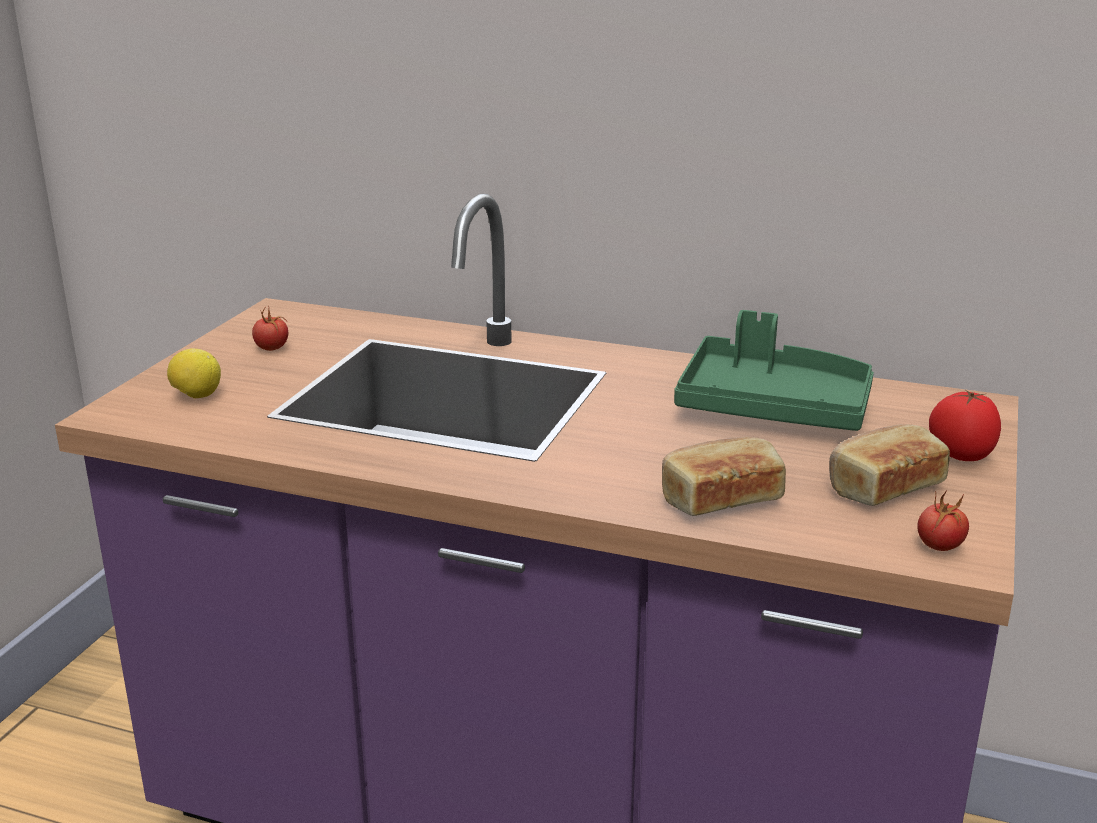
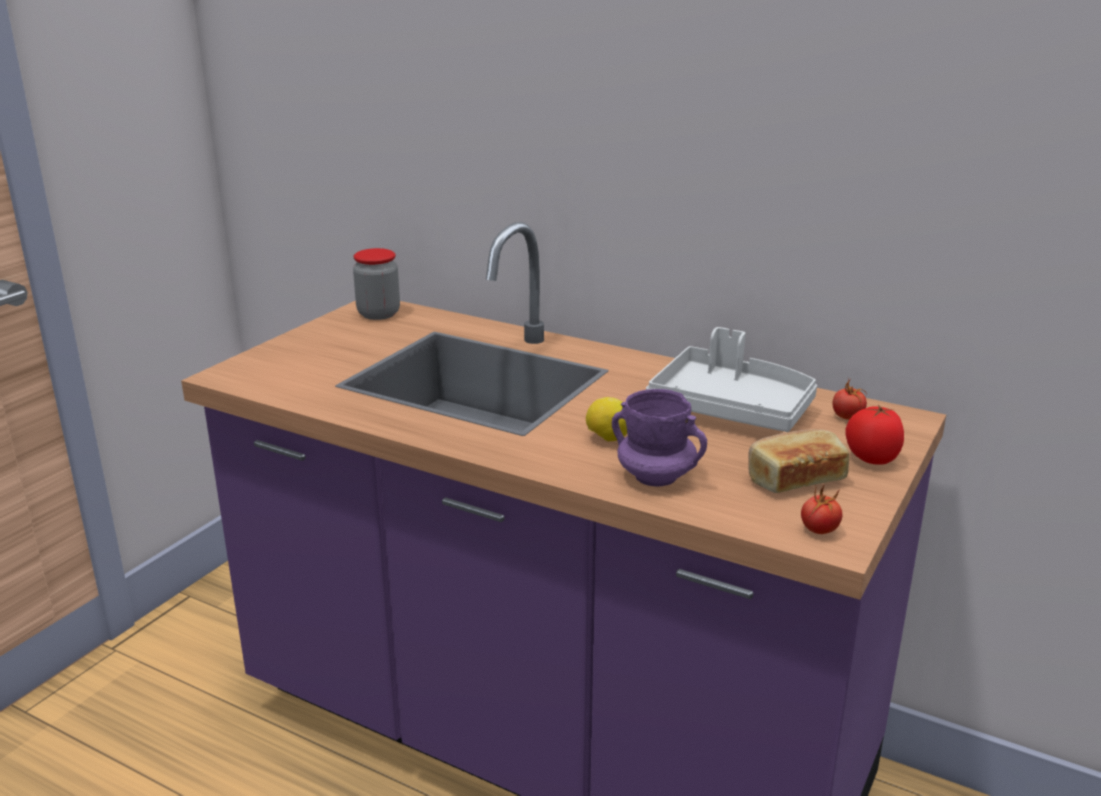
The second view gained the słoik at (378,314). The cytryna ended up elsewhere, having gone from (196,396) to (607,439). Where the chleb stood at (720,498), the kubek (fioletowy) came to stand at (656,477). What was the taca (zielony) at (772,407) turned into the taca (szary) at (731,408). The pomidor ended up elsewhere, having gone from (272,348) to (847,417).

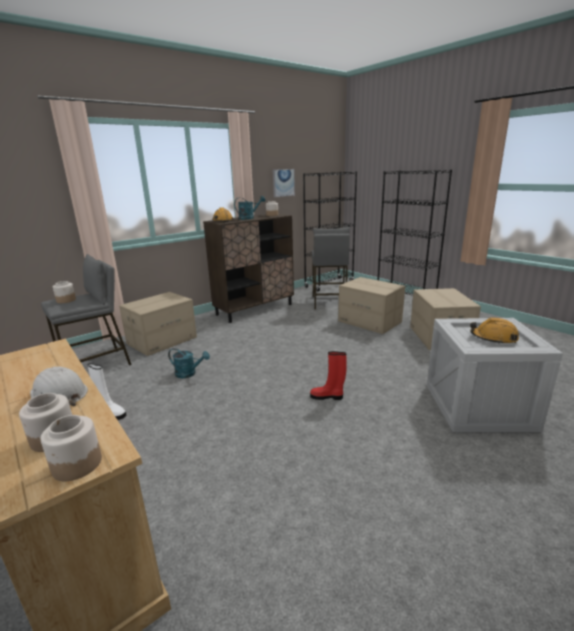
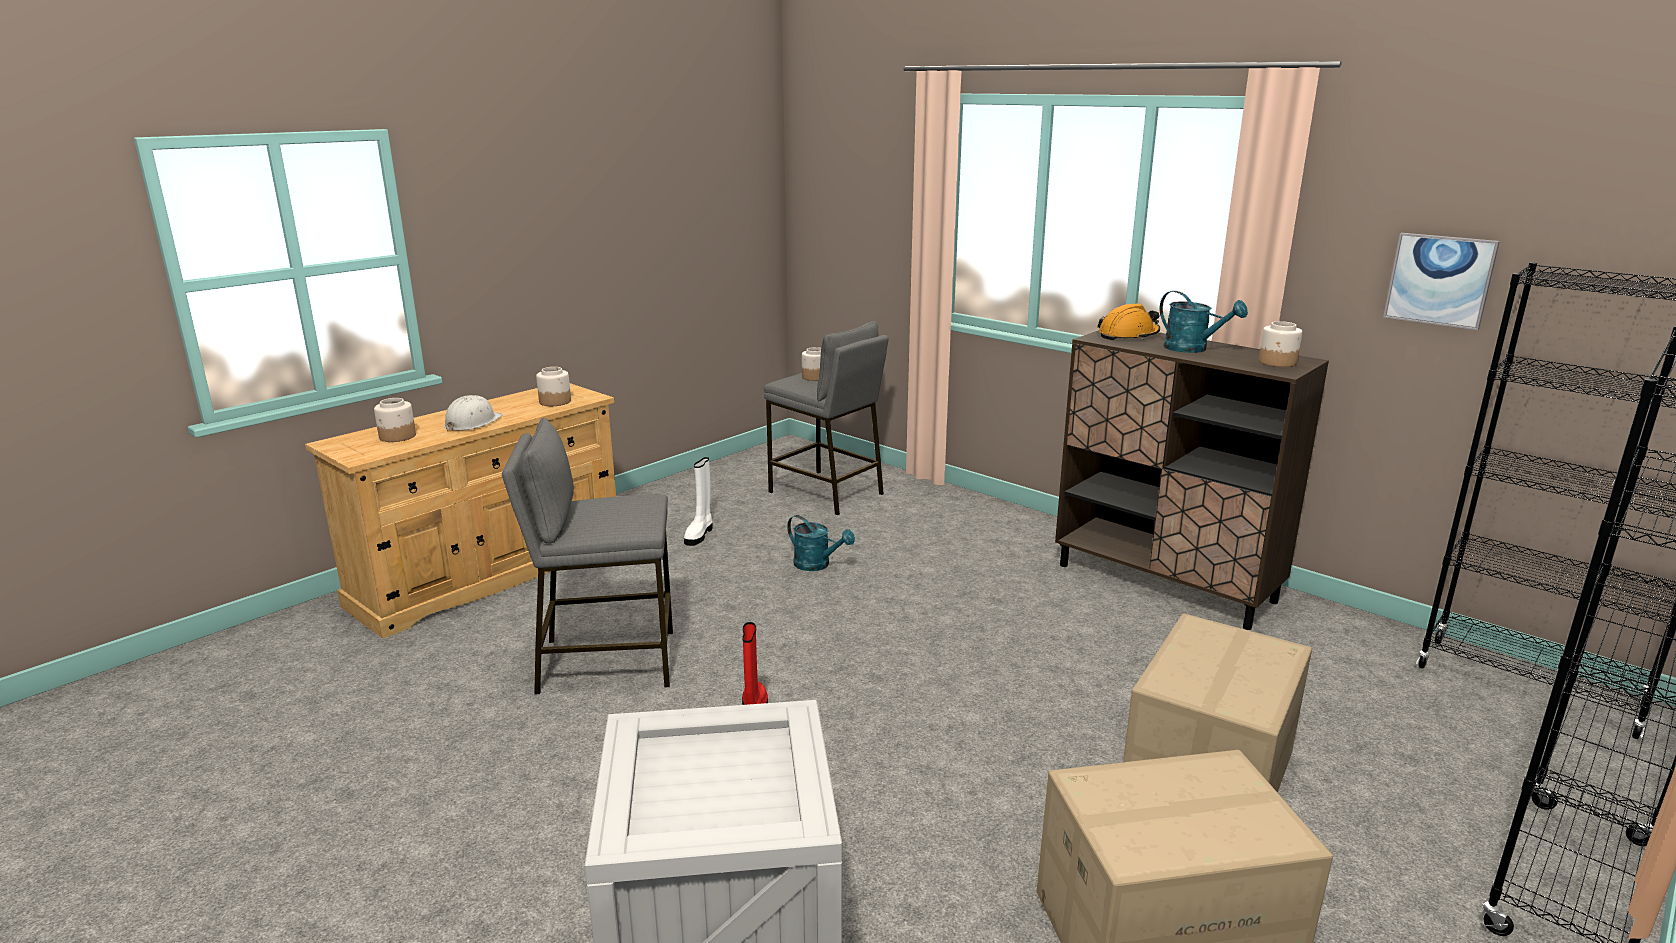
The stołek (szary) ended up elsewhere, having gone from (329,302) to (606,661). The słoik ended up elsewhere, having gone from (76,464) to (555,401). The konewka (turkusowy) at (189,373) ended up facing another way, 60 degrees counterclockwise from before. The second view lost the karton at (162,340). The second view lost the kask (pomarańczowy) at (493,338).

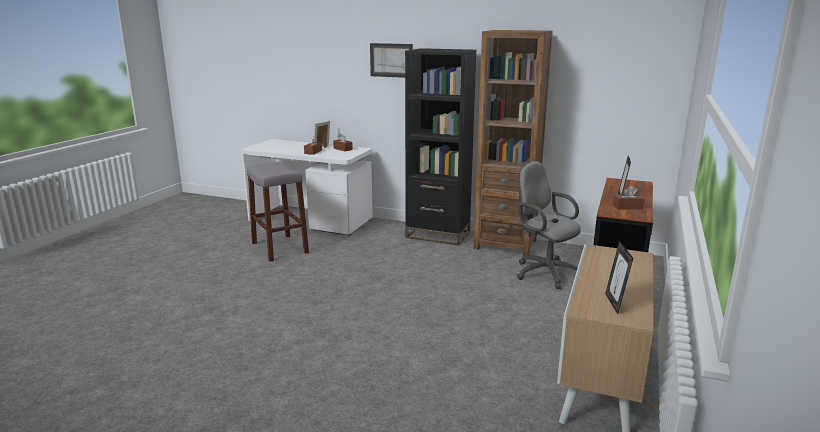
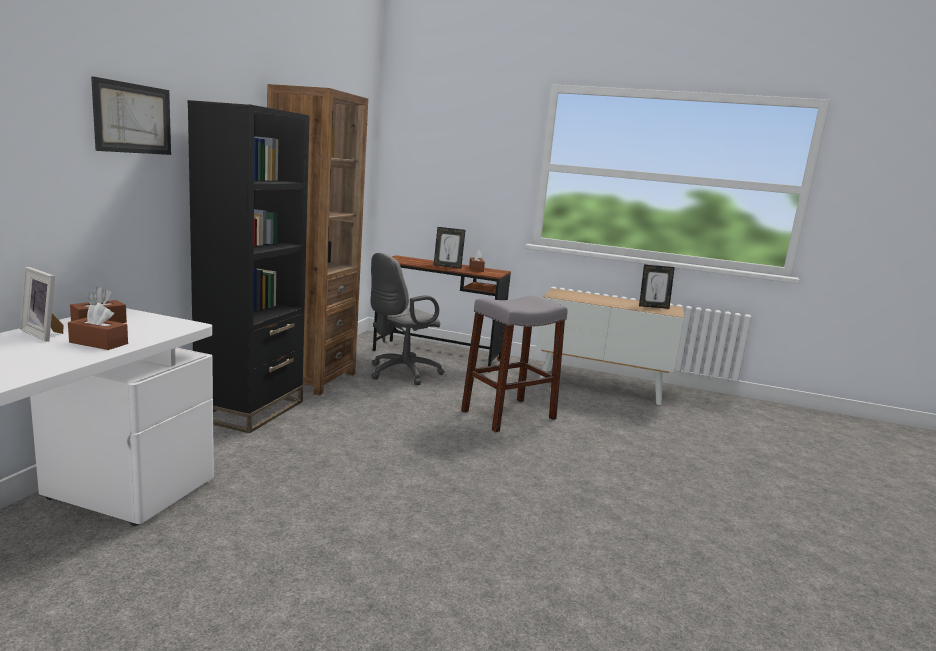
The stołek (szary) ended up elsewhere, having gone from (279,248) to (508,415).

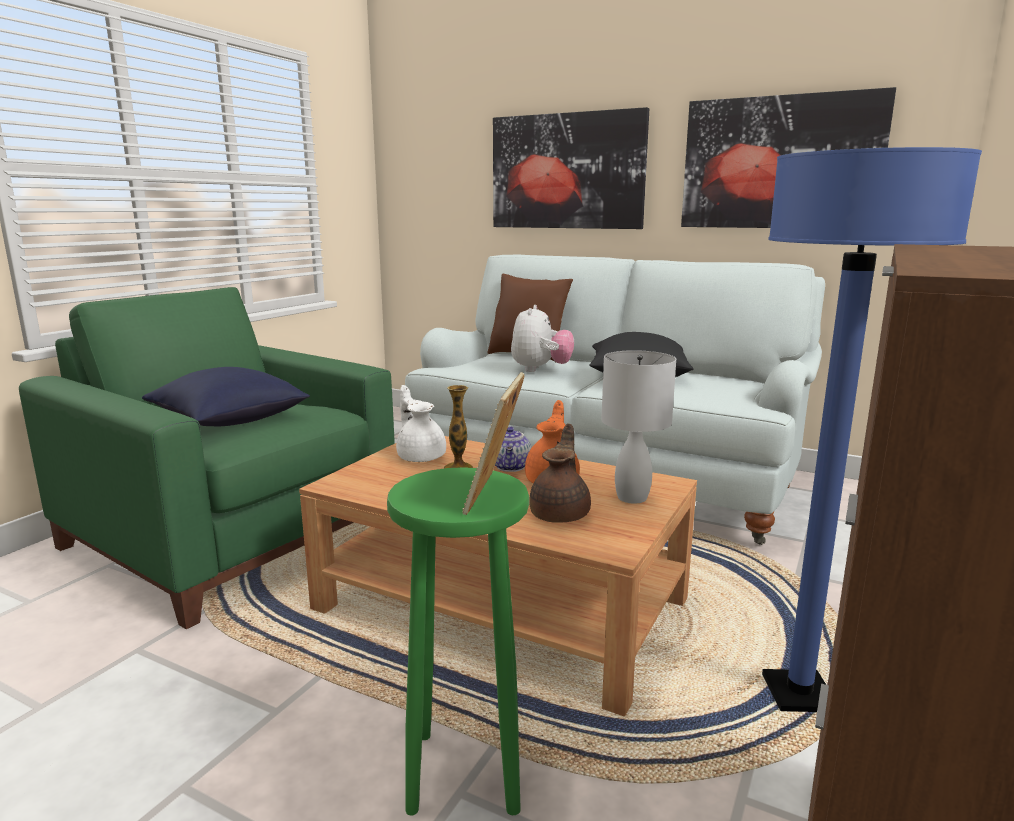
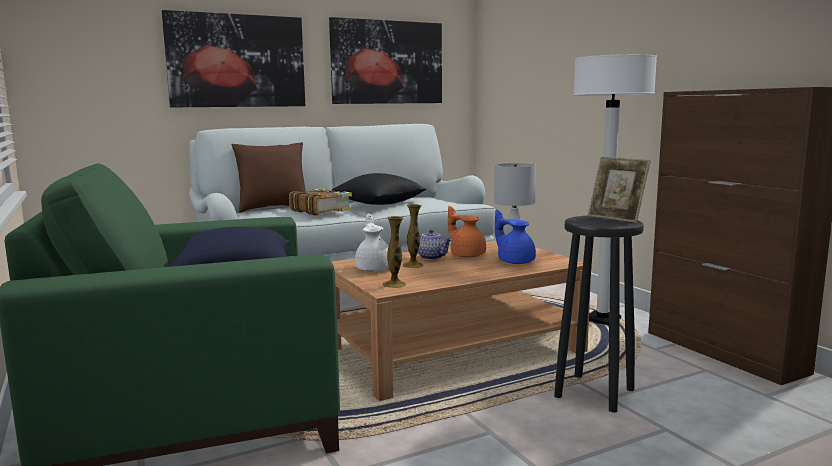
Where the pluszak stood at (540,369), the książka came to stand at (320,210). The imbryk (biały) at (421,456) ended up facing another way, 75 degrees clockwise from before. The second view gained the wazon at (394,284). What was the imbryk (brązowy) at (561,514) turned into the imbryk (niebieski) at (515,261). What was the stołek (zielony) at (465,772) turned into the stołek (czarny) at (595,393). What was the lampa stojąca (niebieski) at (799,694) turned into the lampa stojąca (biały) at (602,320).

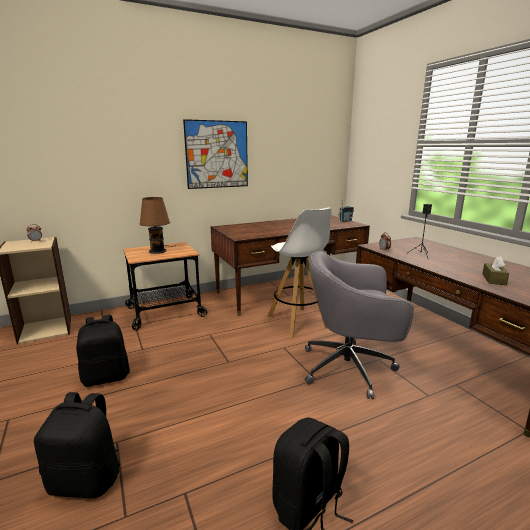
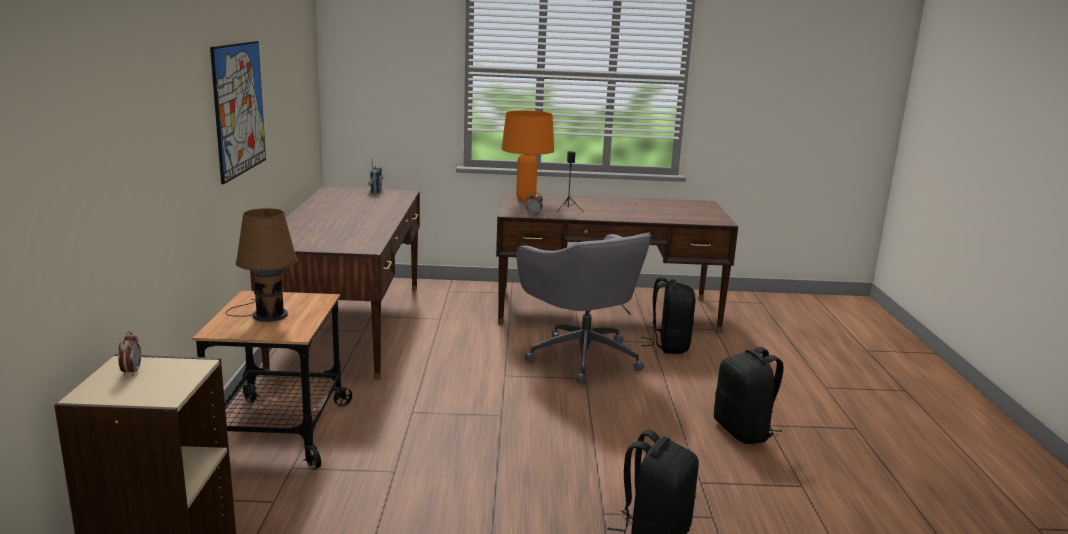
The second view gained the lampa stołowa (pomarańczowy) at (526,199). The krzesło biurowe (szary) at (350,368) ended up facing another way, 60 degrees counterclockwise from before. The plecak (czarny) ended up elsewhere, having gone from (106,377) to (668,345). The second view lost the stołek (biały) at (298,322). The second view lost the pudełko chusteczek (brązowy) at (493,279).

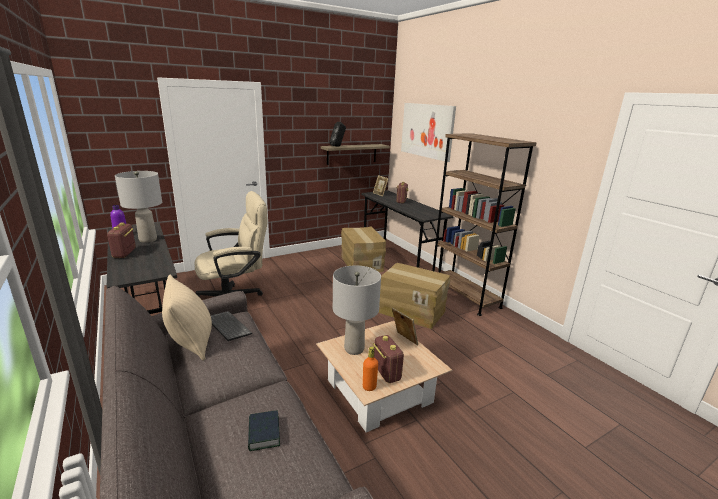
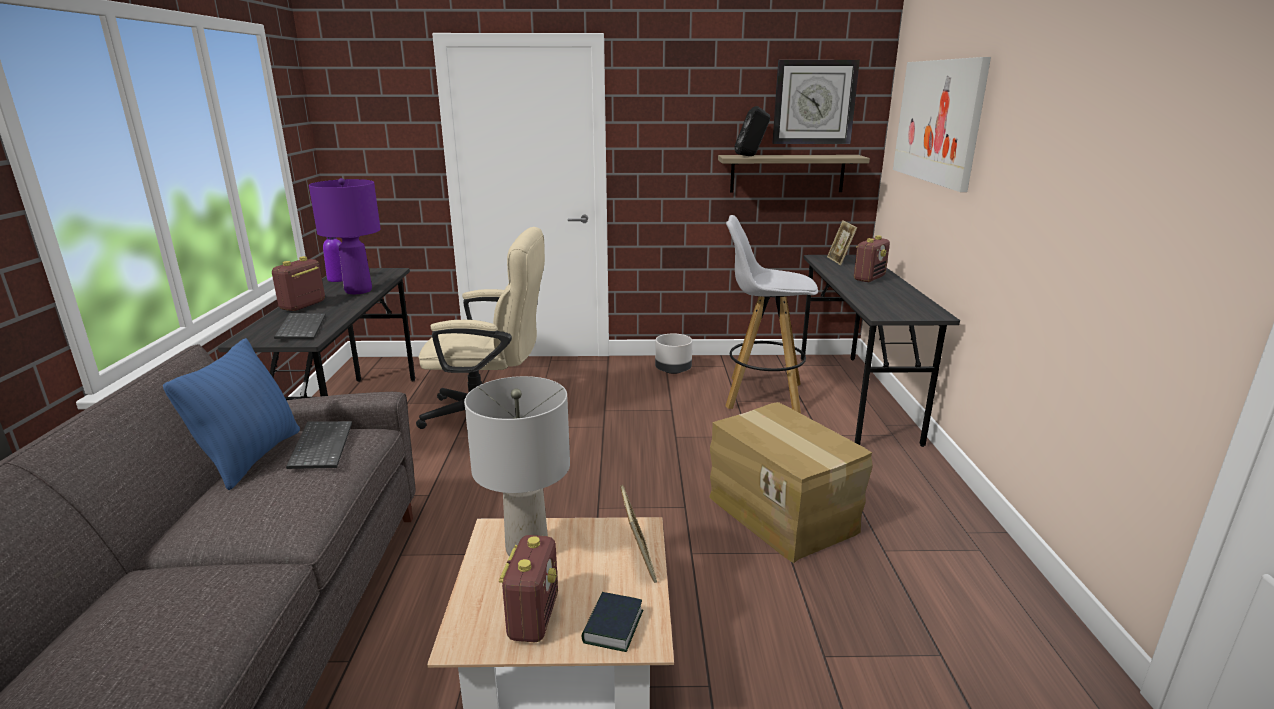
What was the poduszka (beżowy) at (191,342) turned into the poduszka (niebieski) at (251,458). The second view gained the klawiatura at (300,328). What was the lampa stołowa (szary) at (148,239) turned into the lampa stołowa (fioletowy) at (359,290). The książka ended up elsewhere, having gone from (264,433) to (613,627). The second view gained the donica (szary) at (673,370). Where the karton stood at (361,263), the stołek (biały) came to stand at (761,396). The second view gained the zegar ścienny at (814,102). The second view lost the butelka (pomarańczowy) at (369,387). The second view lost the regał (brązowy) at (464,295).

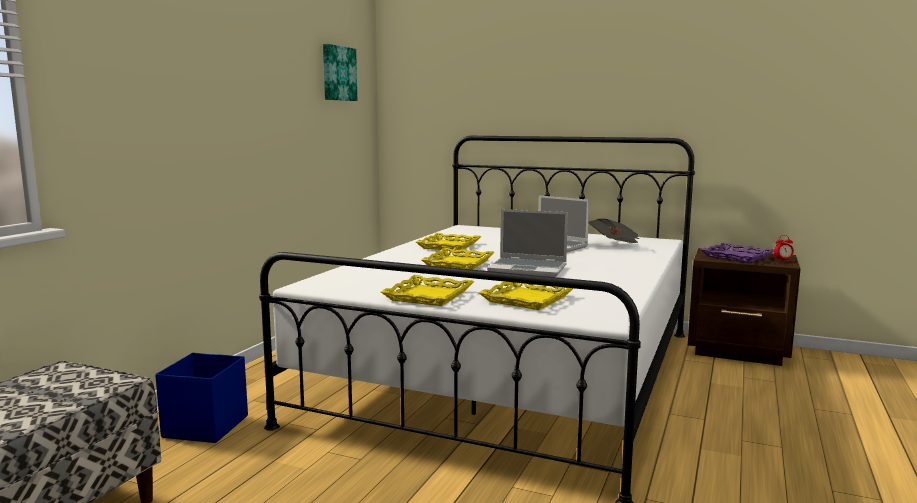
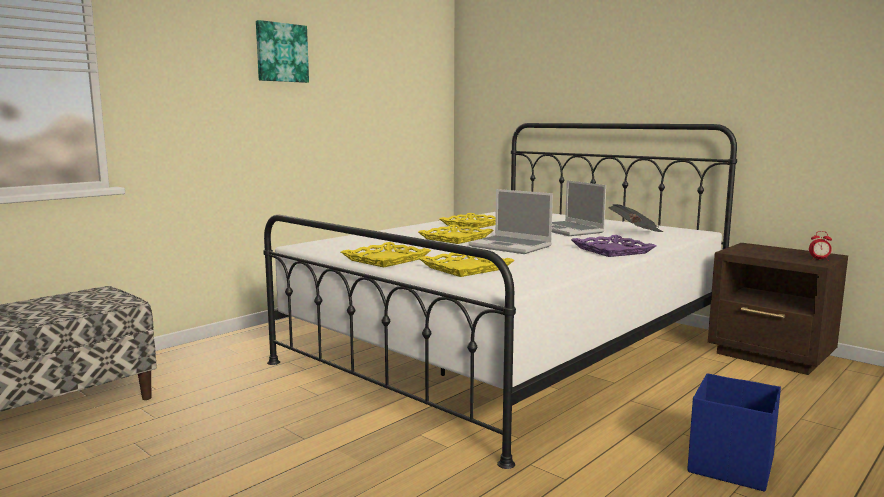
The obraz ended up elsewhere, having gone from (338,73) to (281,52). The taca (fioletowy) ended up elsewhere, having gone from (737,257) to (612,250). The pojemnik do przechowywania (niebieski) ended up elsewhere, having gone from (204,427) to (730,465).

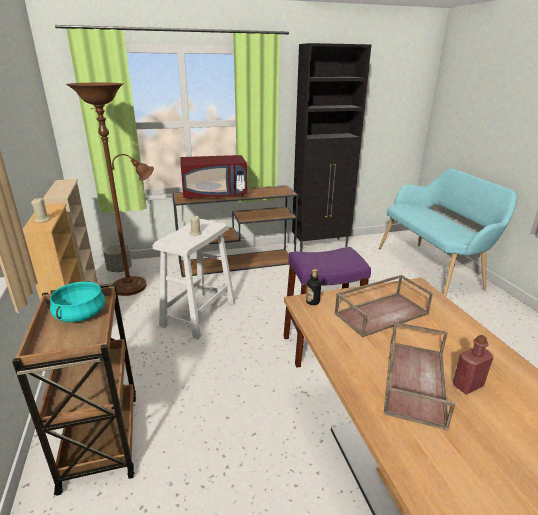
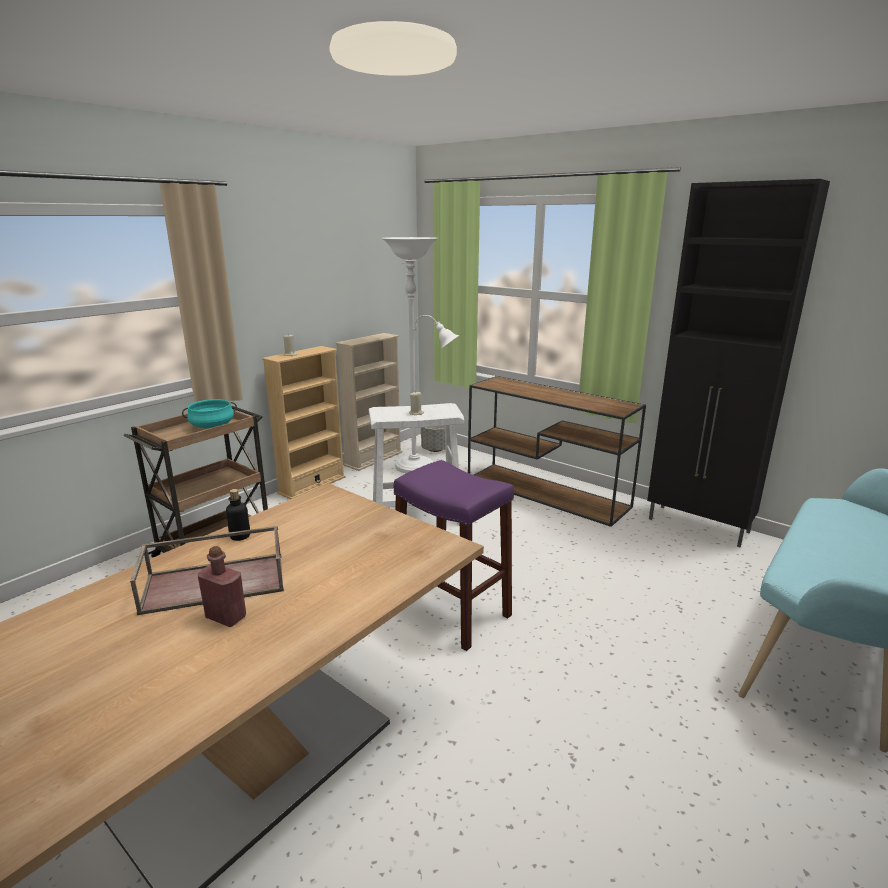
The butelka ended up elsewhere, having gone from (312,302) to (240,536). What was the lampa stojąca (brązowy) at (134,285) turned into the lampa stojąca (biały) at (419,467). The second view lost the mikrofalówka (czerwony) at (215,195). The second view lost the taca (brązowy) at (381,313).

